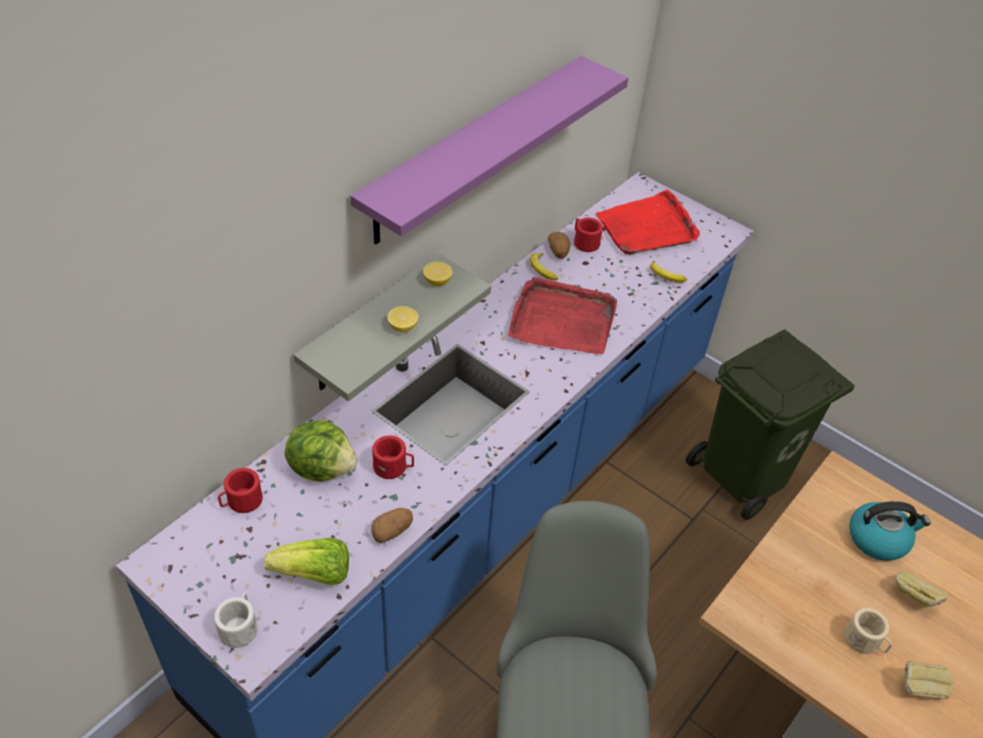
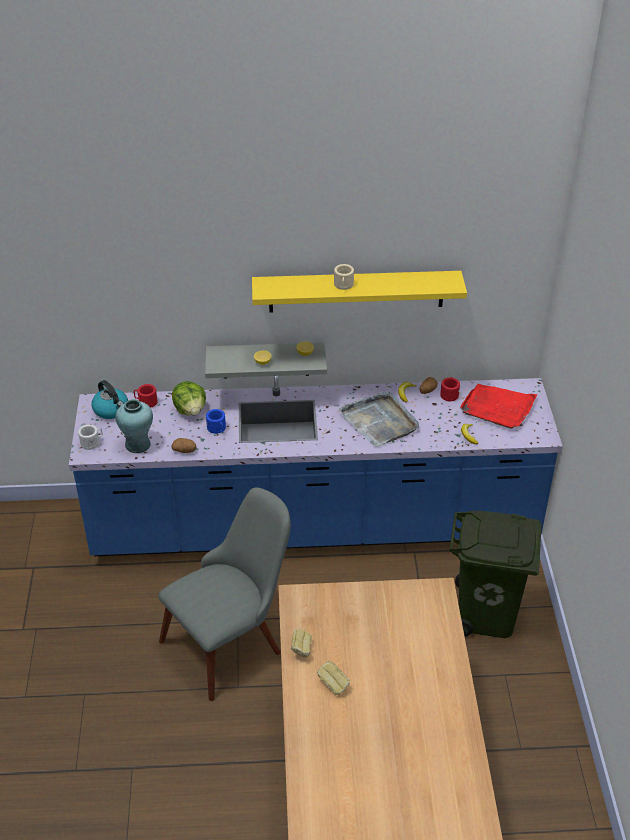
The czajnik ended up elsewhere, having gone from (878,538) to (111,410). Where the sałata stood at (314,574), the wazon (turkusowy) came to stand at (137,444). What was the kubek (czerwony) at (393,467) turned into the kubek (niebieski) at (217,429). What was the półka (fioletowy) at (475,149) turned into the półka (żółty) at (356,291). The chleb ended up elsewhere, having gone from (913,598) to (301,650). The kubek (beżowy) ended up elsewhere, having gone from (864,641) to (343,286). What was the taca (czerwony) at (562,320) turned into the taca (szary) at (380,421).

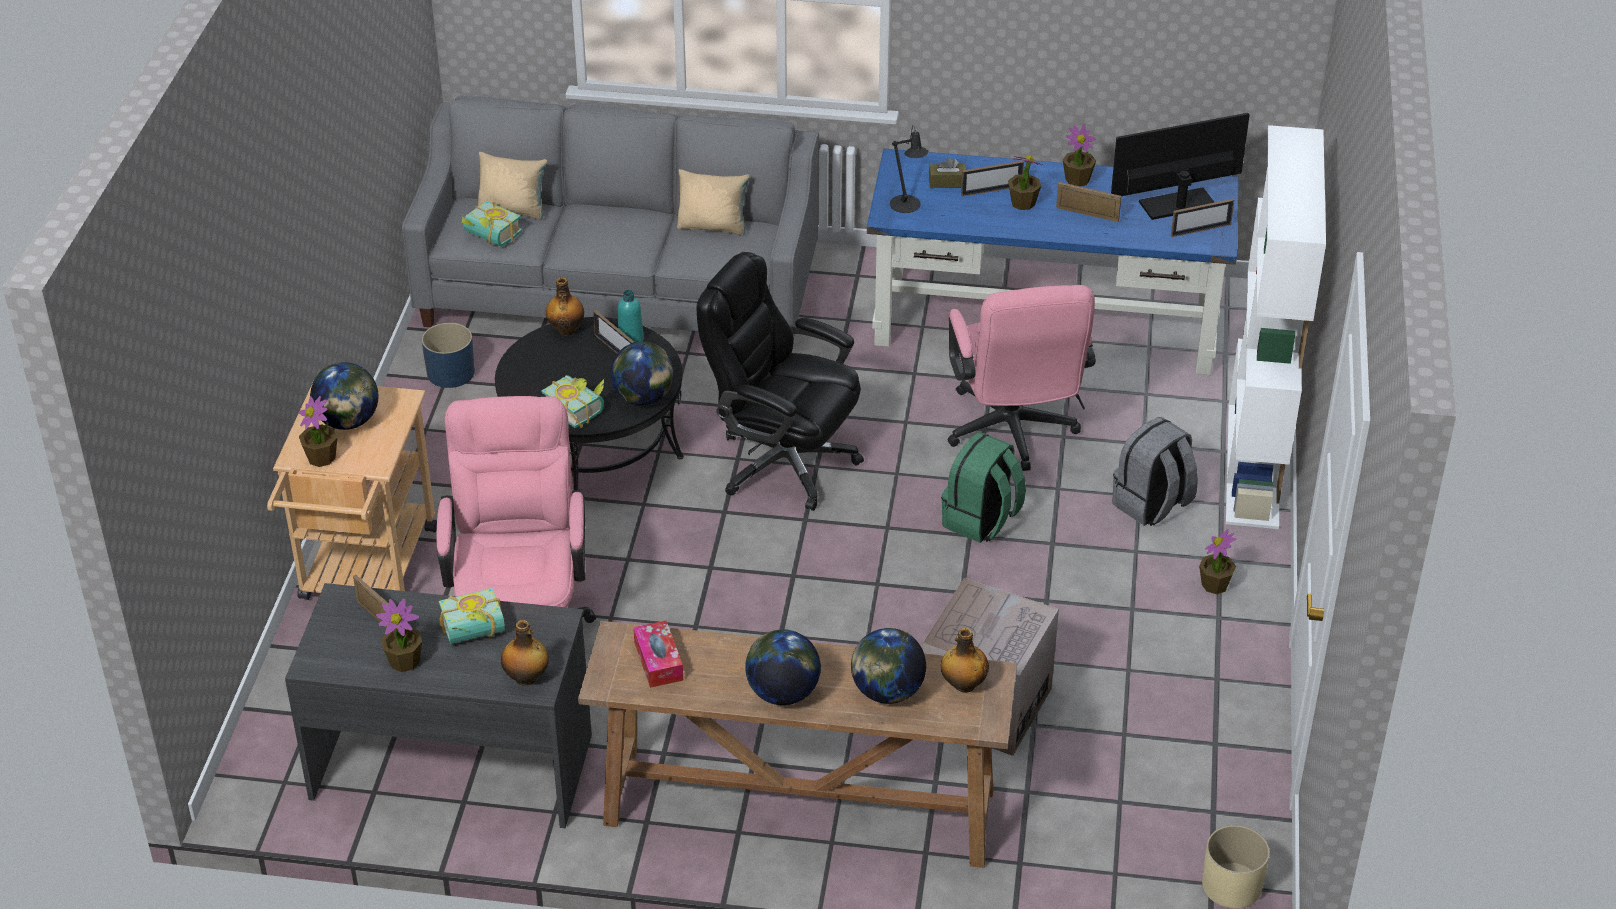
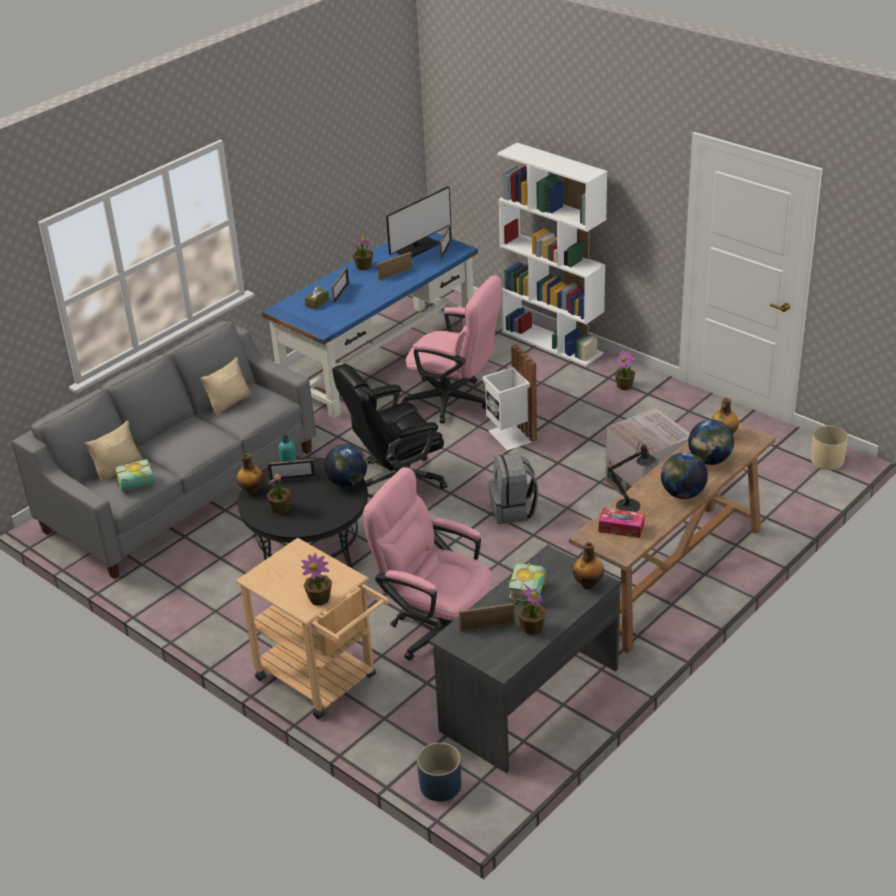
The roślina doniczkowa ended up elsewhere, having gone from (1022,203) to (280,509). The monitor at (1177,204) ended up facing another way, 150 degrees counterclockwise from before. The donica (niebieski) ended up elsewhere, having gone from (450,373) to (440,786). Where the plecak (zielony) stood at (981,521), the kosz na śmieci (biały) came to stand at (510,436). The plecak (szary) ended up elsewhere, having gone from (1152,505) to (513,510). The lampa stołowa (czarny) ended up elsewhere, having gone from (907,206) to (632,506). The second view lost the globus at (348,422). The second view lost the książka at (578,408).

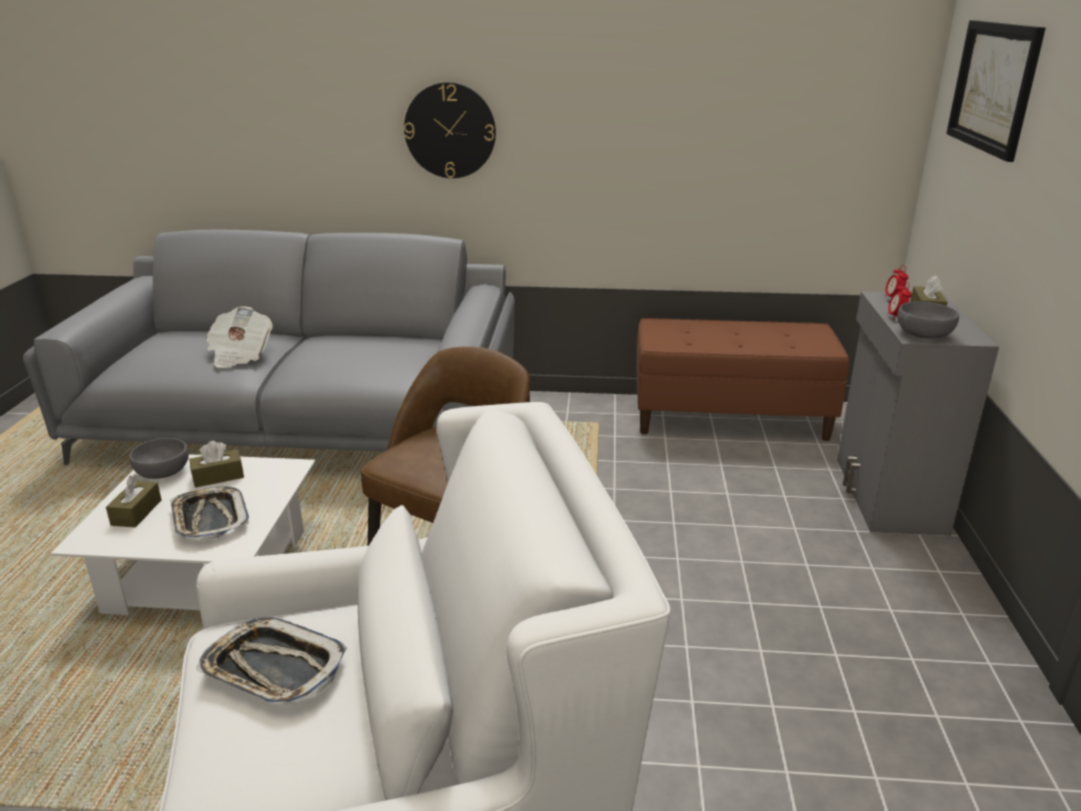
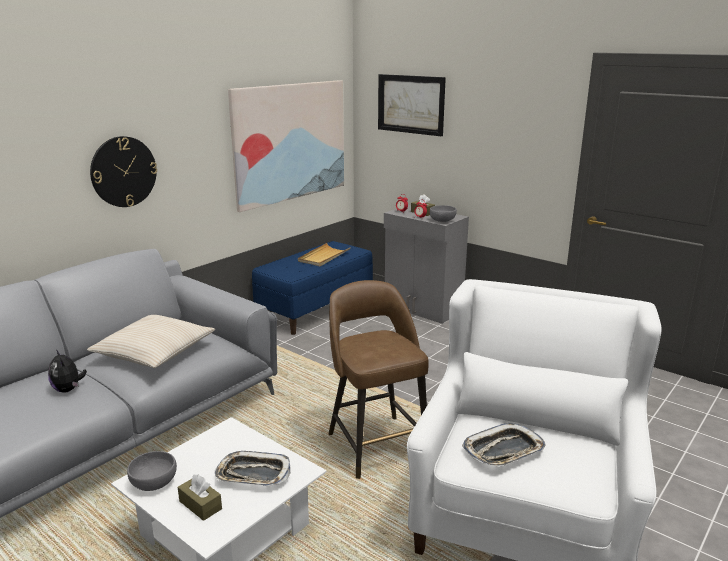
Where the gazeta stood at (240,354), the pluszak came to stand at (68,389). The second view gained the poduszka (beżowy) at (154,352). The second view gained the obraz at (290,142). What was the ławka (brązowy) at (730,418) turned into the ławka (niebieski) at (315,309). The second view gained the taca (beżowy) at (323,257). The second view lost the pudełko chusteczek (brązowy) at (218,477).

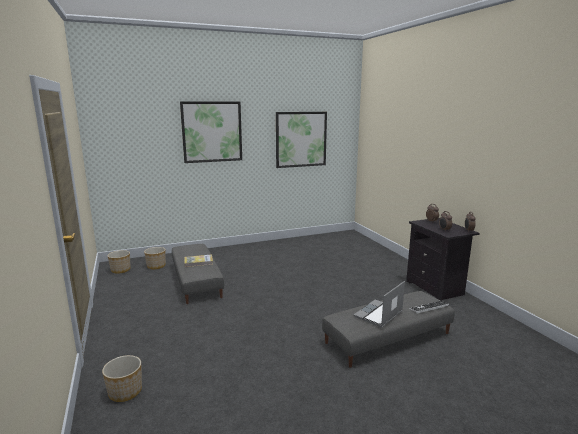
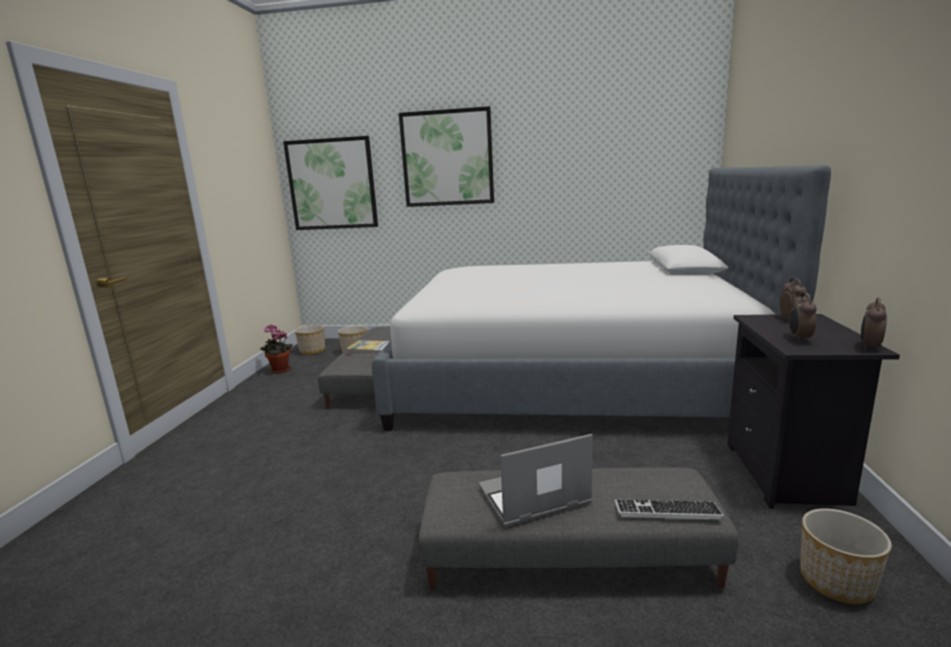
The second view gained the roślina doniczkowa at (279,371). The obraz ended up elsewhere, having gone from (301,139) to (332,184). The second view gained the łóżko at (571,379). The donica ended up elsewhere, having gone from (125,392) to (837,582).

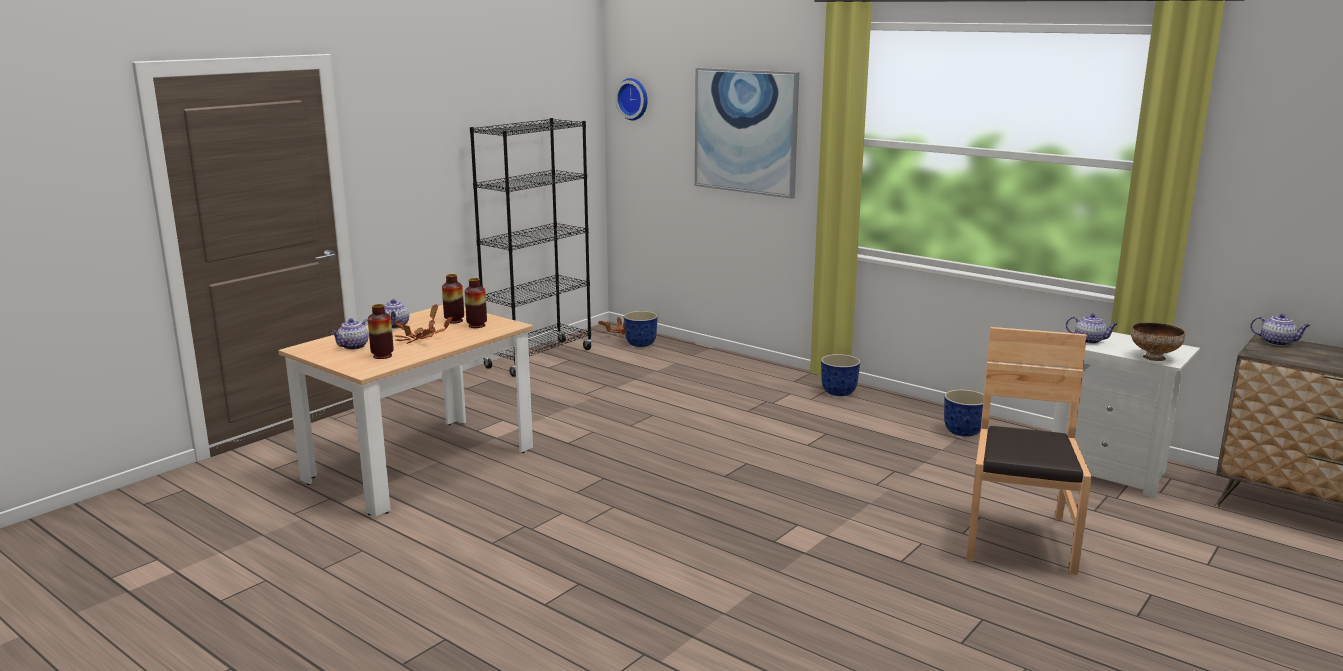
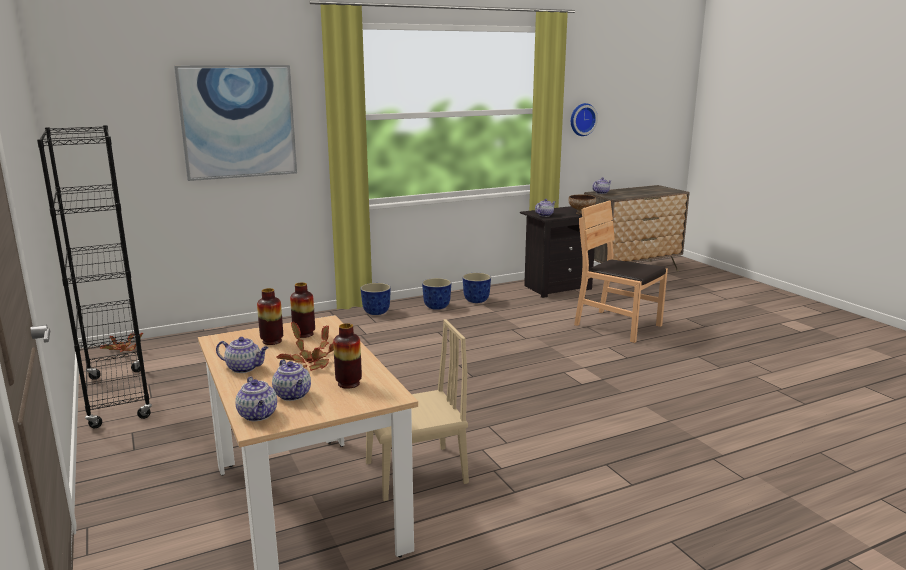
The second view gained the imbryk at (258,415). The second view gained the krzesło (beżowy) at (415,472). The donica ended up elsewhere, having gone from (641,344) to (437,307). What was the szafka nocna (biały) at (1111,471) turned into the szafka nocna (czarny) at (556,287). The zegar ścienny ended up elsewhere, having gone from (634,99) to (582,119).

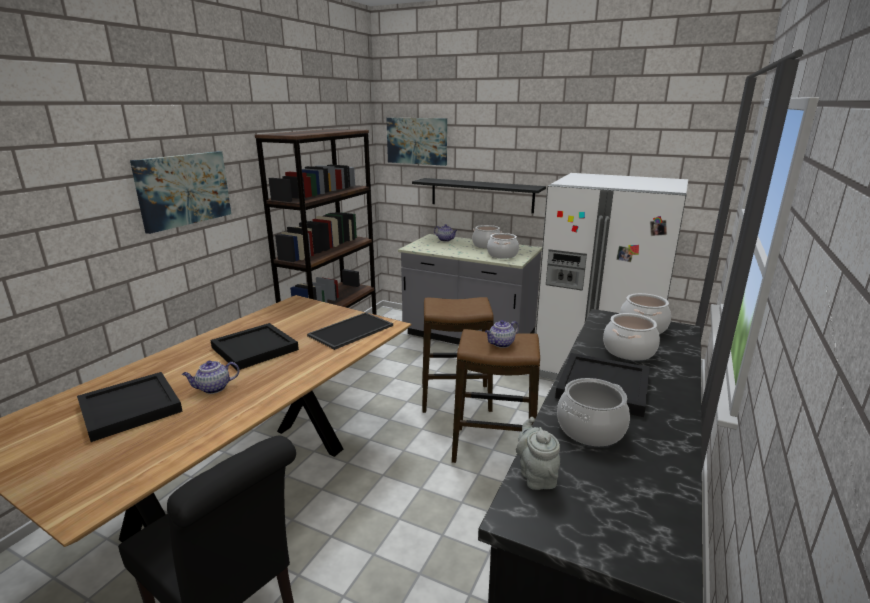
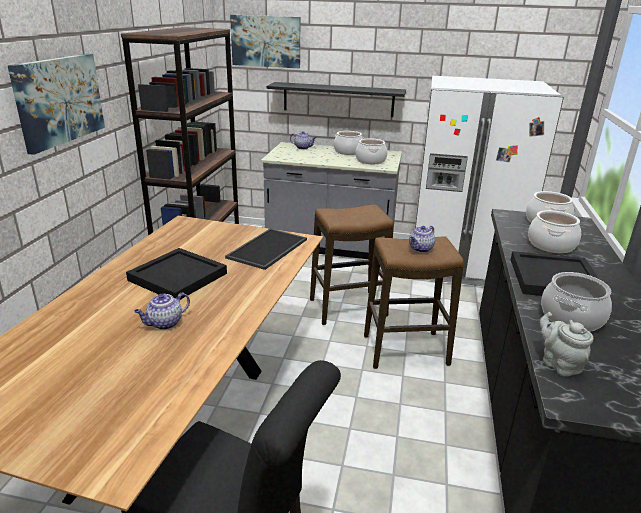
The second view lost the taca (czarny) at (129,409).

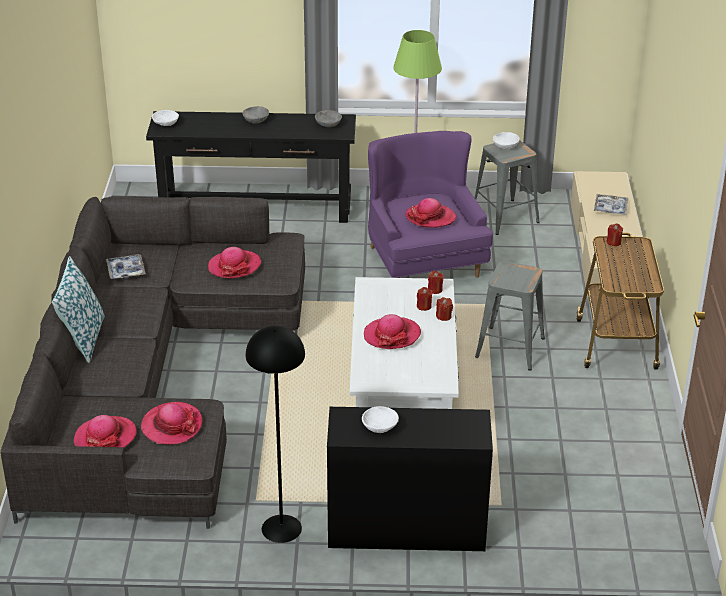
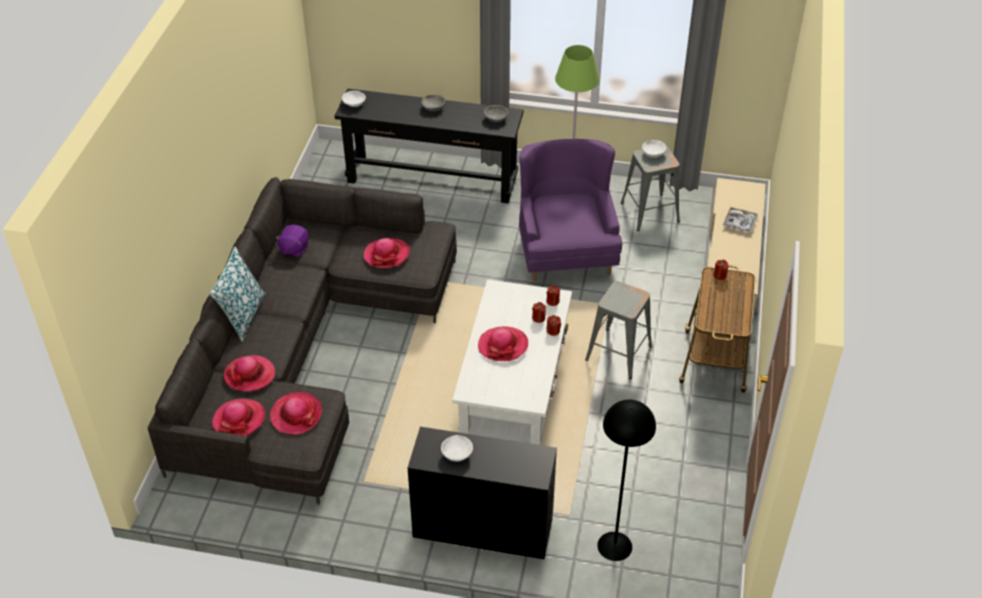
The kapelusz ended up elsewhere, having gone from (430,218) to (250,375). Where the taca stood at (126,271), the pluszak (fioletowy) came to stand at (294,249). The lampa stojąca (czarny) ended up elsewhere, having gone from (281,529) to (614,546).

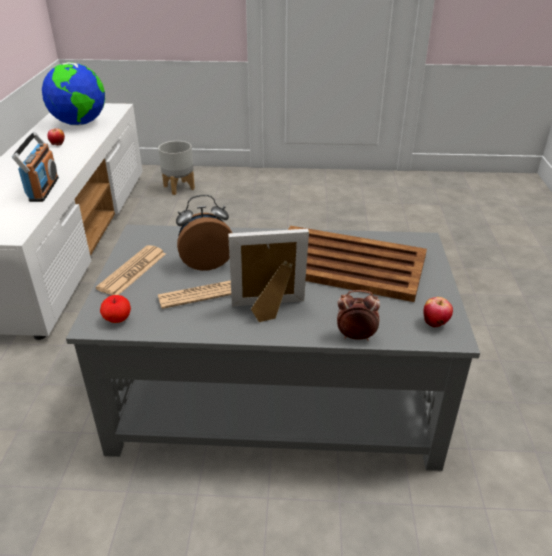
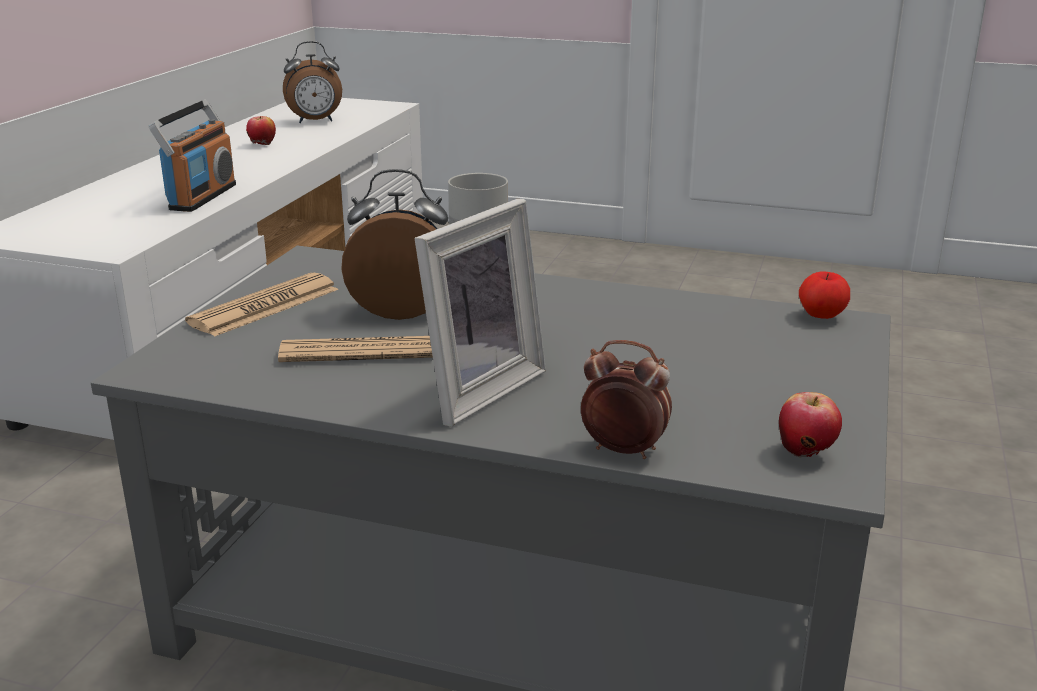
Where the globus stood at (80,123), the budzik came to stand at (315,121). The ramka na zdjęcie at (269,310) ended up facing another way, 120 degrees clockwise from before. The jabłko ended up elsewhere, having gone from (117,320) to (821,316). The second view lost the taca (brązowy) at (345,263).

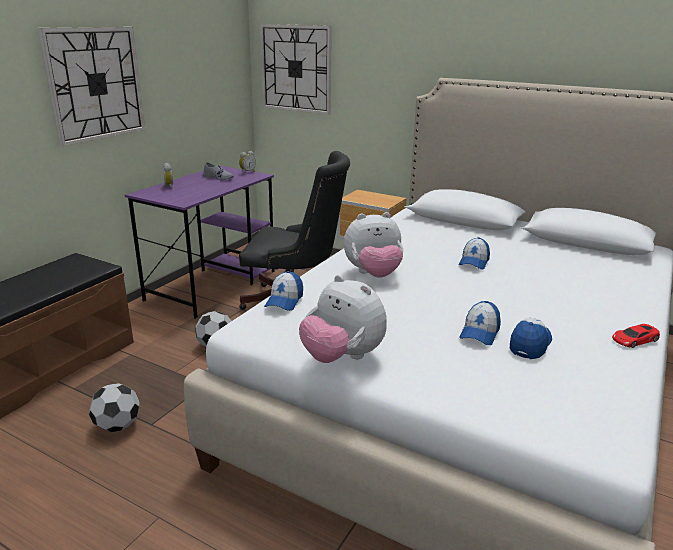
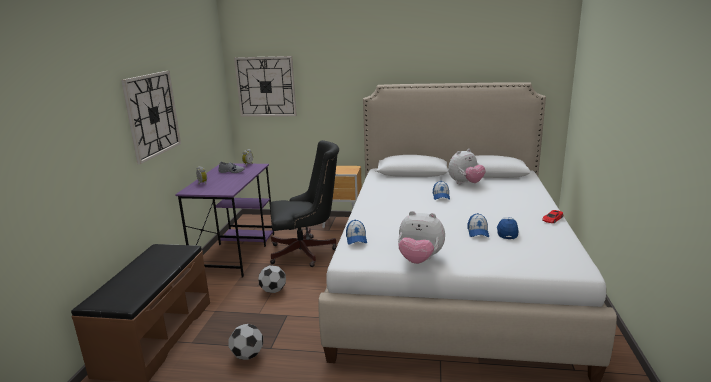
The pluszak ended up elsewhere, having gone from (373,274) to (465,183).

